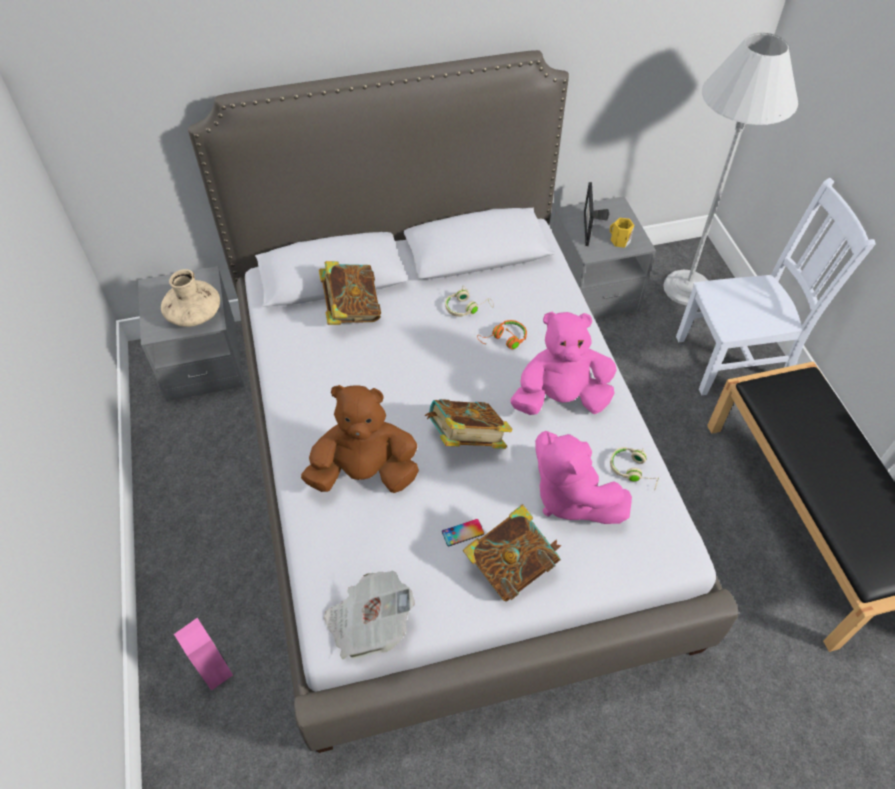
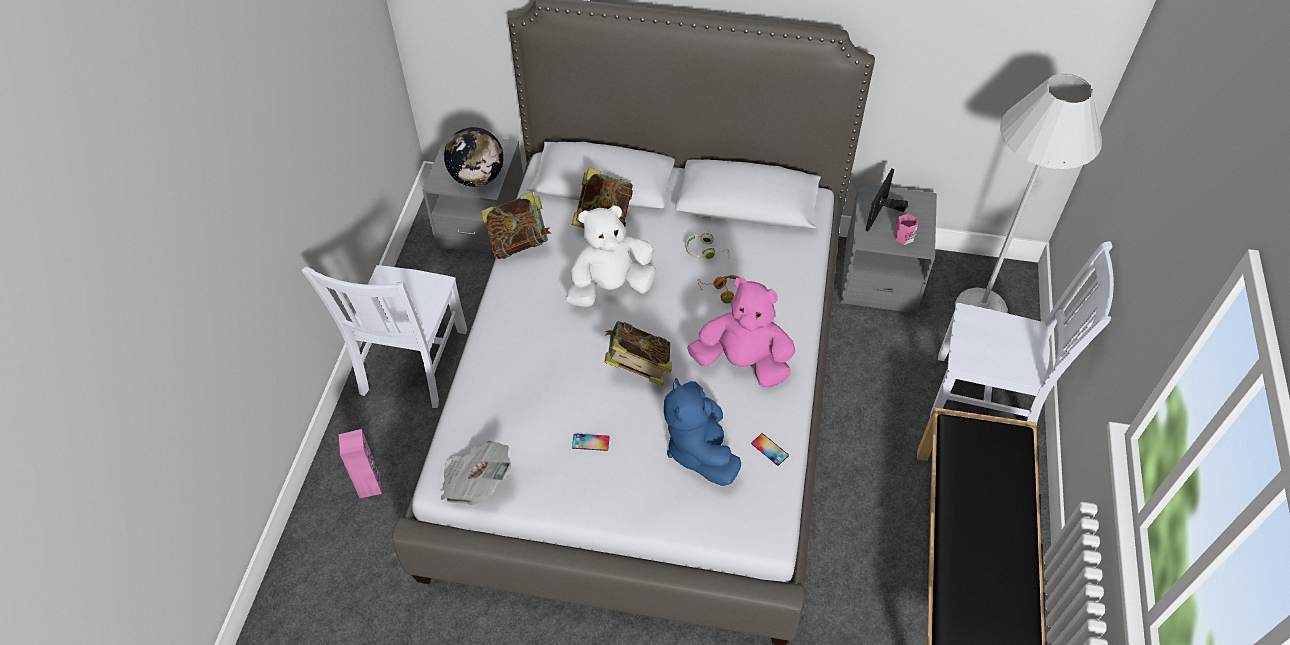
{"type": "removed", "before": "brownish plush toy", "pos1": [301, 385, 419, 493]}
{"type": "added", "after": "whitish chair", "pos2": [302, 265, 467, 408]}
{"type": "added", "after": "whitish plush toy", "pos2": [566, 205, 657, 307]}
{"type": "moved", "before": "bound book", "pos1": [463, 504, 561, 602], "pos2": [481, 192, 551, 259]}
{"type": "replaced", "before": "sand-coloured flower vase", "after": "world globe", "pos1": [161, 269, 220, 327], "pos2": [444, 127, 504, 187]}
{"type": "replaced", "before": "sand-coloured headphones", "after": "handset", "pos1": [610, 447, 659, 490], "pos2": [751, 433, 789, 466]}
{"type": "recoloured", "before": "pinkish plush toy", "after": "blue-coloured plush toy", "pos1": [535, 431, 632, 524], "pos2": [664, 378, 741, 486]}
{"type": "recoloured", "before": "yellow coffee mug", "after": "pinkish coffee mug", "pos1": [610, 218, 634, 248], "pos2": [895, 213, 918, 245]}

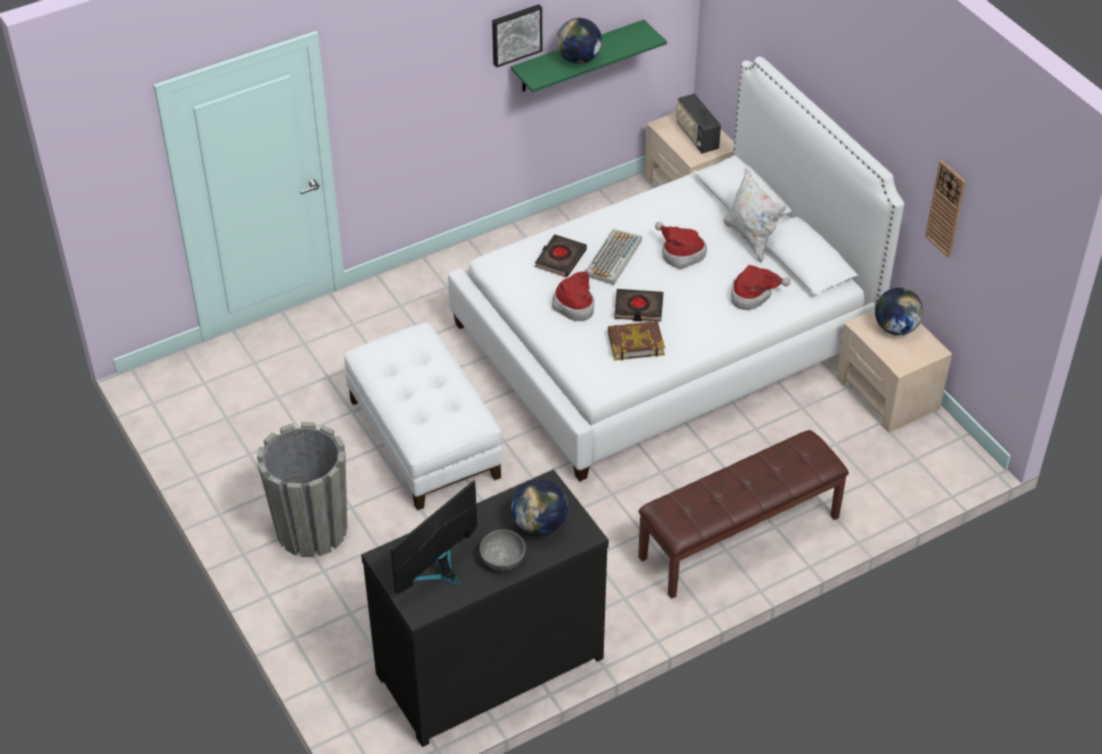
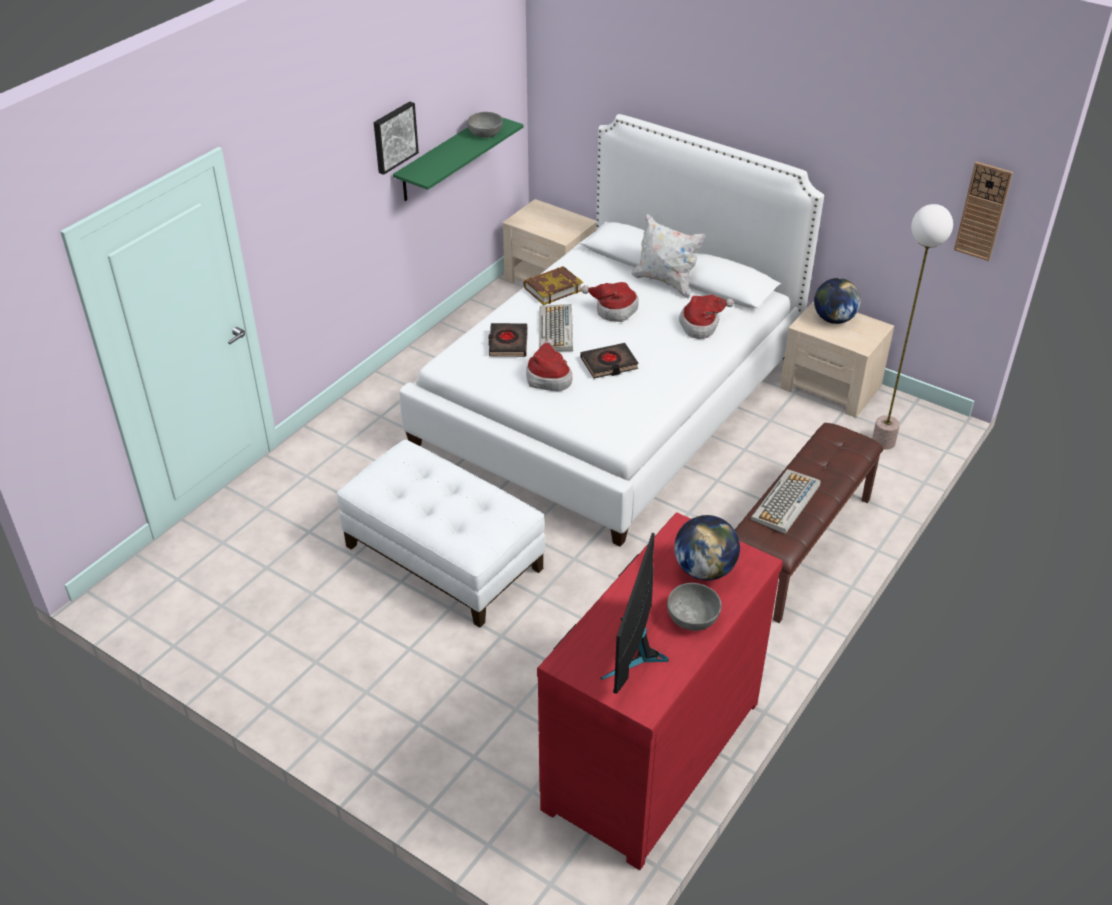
{"type": "removed", "before": "gray flower pot", "pos1": [257, 422, 347, 557]}
{"type": "removed", "before": "world globe", "pos1": [557, 18, 602, 64]}
{"type": "removed", "before": "radio receiver", "pos1": [676, 93, 721, 154]}
{"type": "added", "after": "gray bowl", "pos2": [467, 112, 503, 138]}
{"type": "added", "after": "computer keyboard", "pos2": [751, 469, 821, 534]}
{"type": "added", "after": "standard lamp", "pos2": [872, 204, 953, 450]}
{"type": "moved", "before": "bound book", "pos1": [608, 321, 665, 361], "pos2": [523, 266, 583, 305]}
{"type": "moved", "before": "hanging clock", "pos1": [925, 160, 966, 257], "pos2": [954, 162, 1013, 261]}
{"type": "recoloured", "before": "blackish dresser", "after": "red-coloured dresser", "pos1": [361, 469, 609, 747], "pos2": [537, 513, 783, 870]}

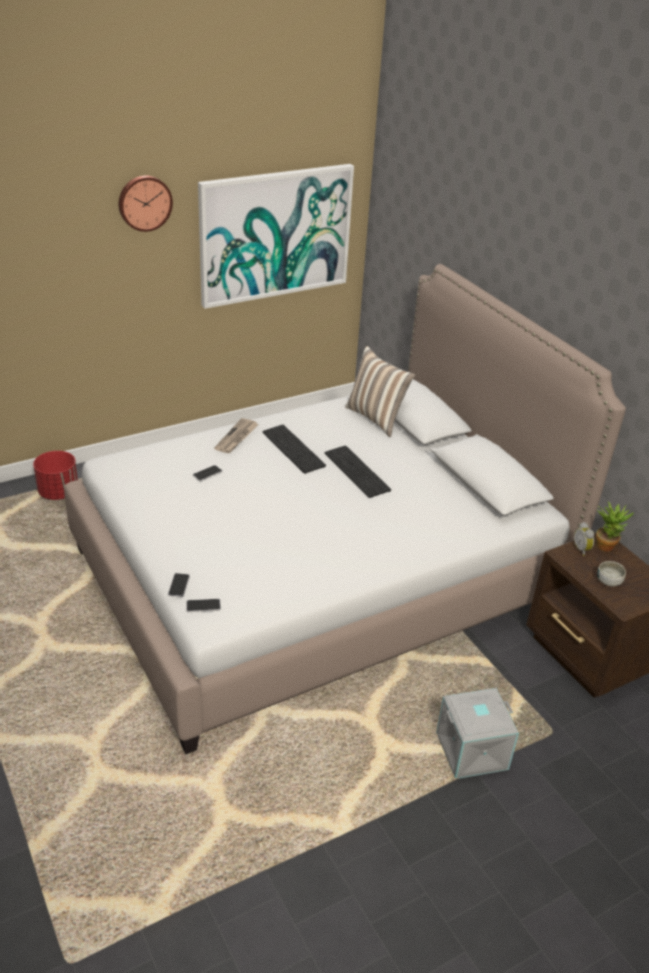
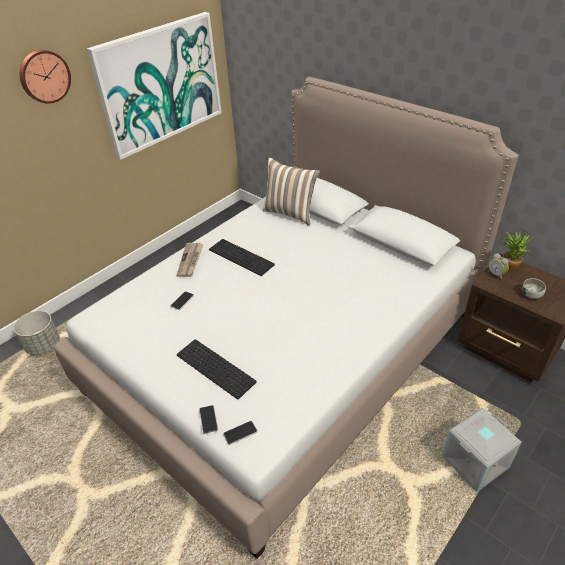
{"type": "moved", "before": "computer keyboard", "pos1": [325, 445, 391, 498], "pos2": [177, 339, 257, 400]}
{"type": "recoloured", "before": "red-coloured flower pot", "after": "gray flower pot", "pos1": [33, 451, 78, 500], "pos2": [14, 311, 60, 355]}

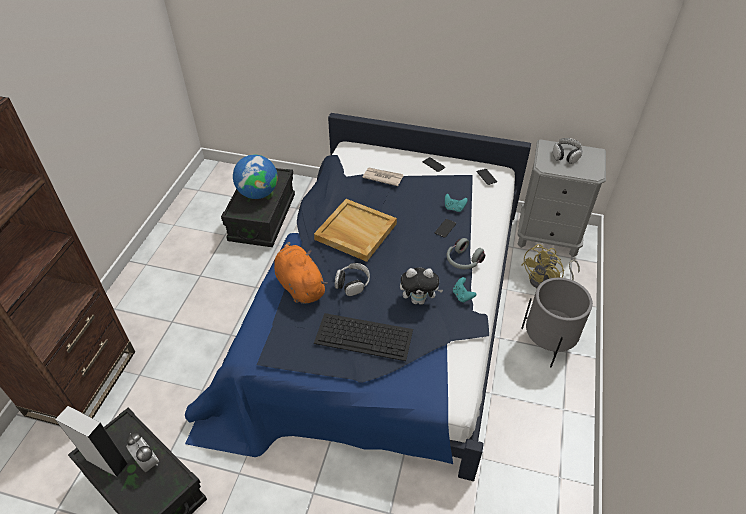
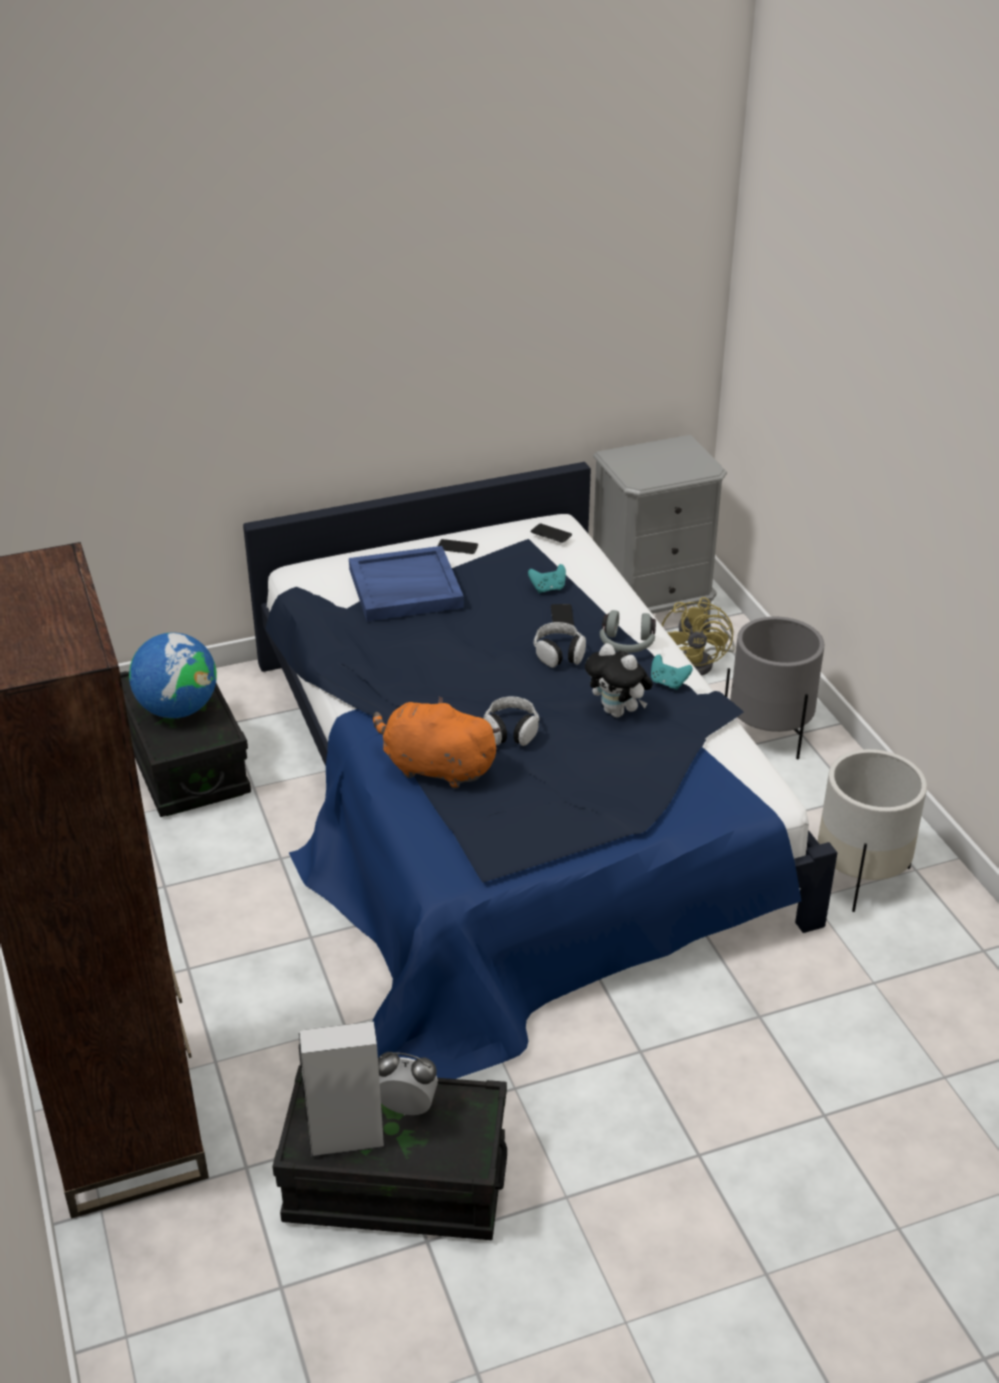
{"type": "removed", "before": "sand-coloured serving tray", "pos1": [314, 199, 397, 262]}
{"type": "removed", "before": "computer keyboard", "pos1": [314, 313, 413, 361]}
{"type": "added", "after": "whitish flower pot", "pos2": [818, 749, 927, 912]}
{"type": "moved", "before": "headphones", "pos1": [553, 138, 583, 164], "pos2": [534, 622, 586, 668]}
{"type": "replaced", "before": "daily paper", "after": "blue-coloured serving tray", "pos1": [362, 167, 404, 186], "pos2": [349, 546, 464, 621]}
{"type": "turned", "before": "plush toy", "pos1": [400, 268, 443, 305], "pos2": [585, 643, 653, 718], "turn": 75}

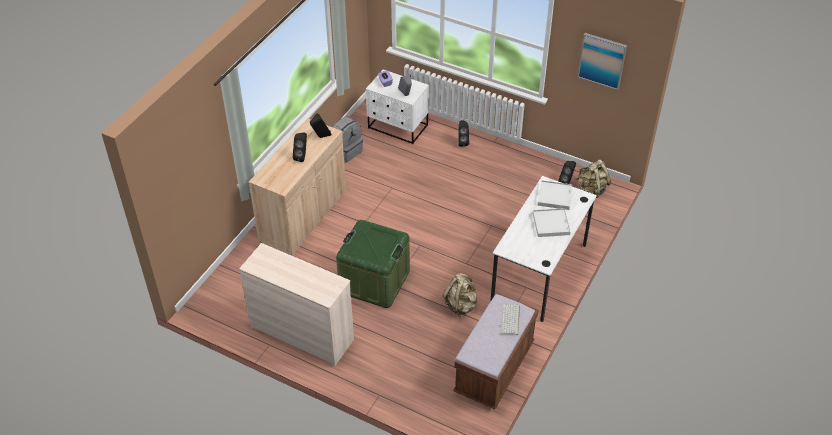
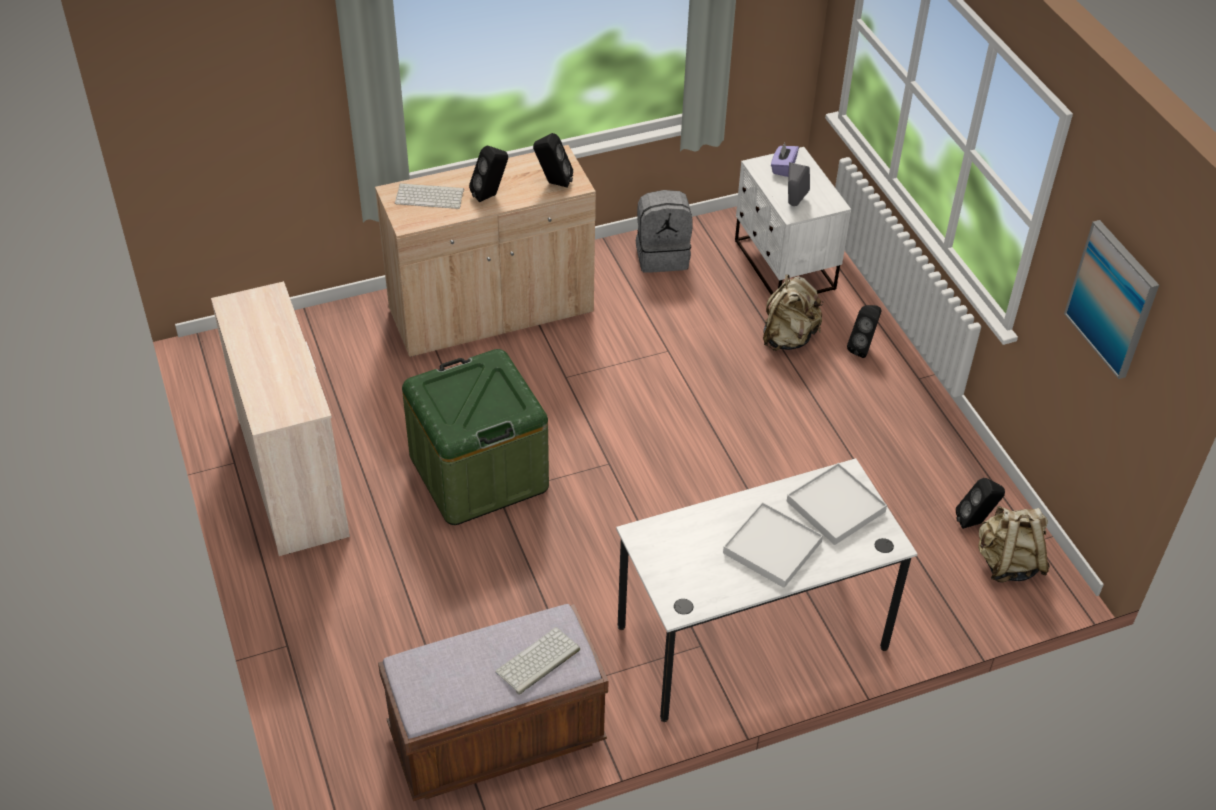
{"type": "added", "after": "computer keyboard", "pos2": [395, 183, 464, 209]}
{"type": "moved", "before": "sand-coloured backpack", "pos1": [443, 273, 477, 317], "pos2": [763, 275, 823, 351]}

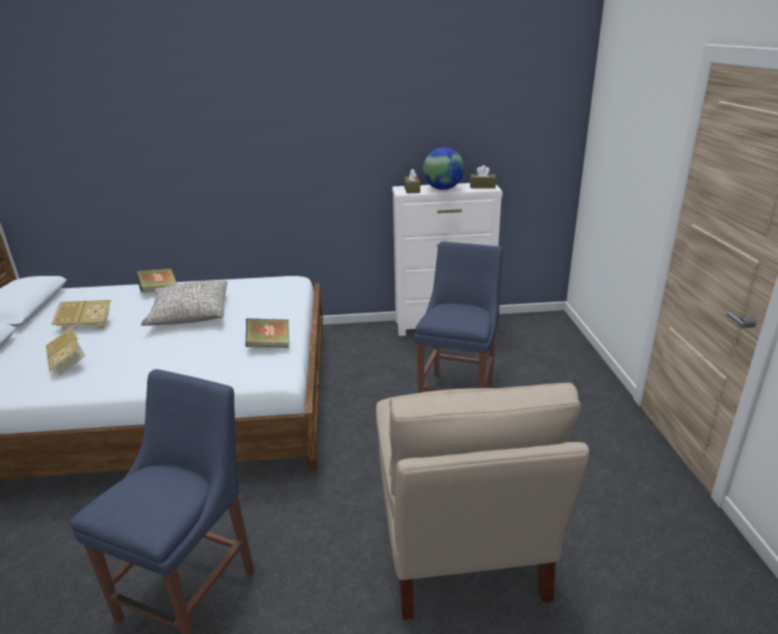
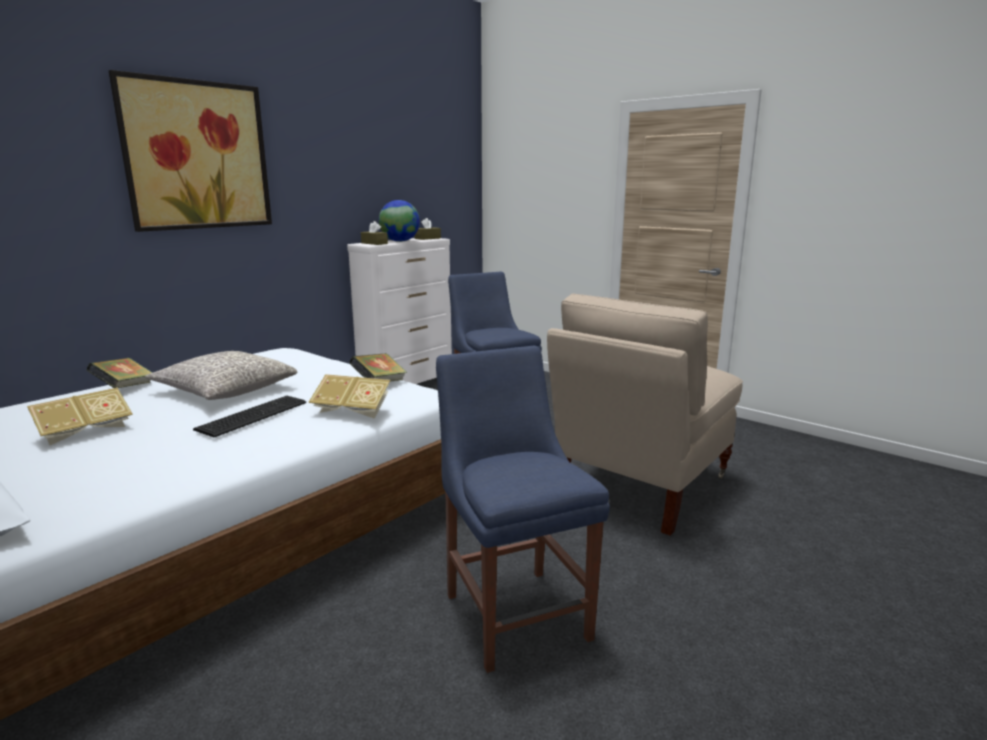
{"type": "added", "after": "picture", "pos2": [109, 70, 272, 232]}
{"type": "added", "after": "computer keyboard", "pos2": [193, 396, 306, 437]}
{"type": "moved", "before": "bound book", "pos1": [46, 326, 86, 376], "pos2": [308, 374, 391, 419]}
{"type": "turned", "before": "sand-coloured chair", "pos1": [376, 383, 589, 620], "pos2": [547, 293, 743, 536], "turn": 90}

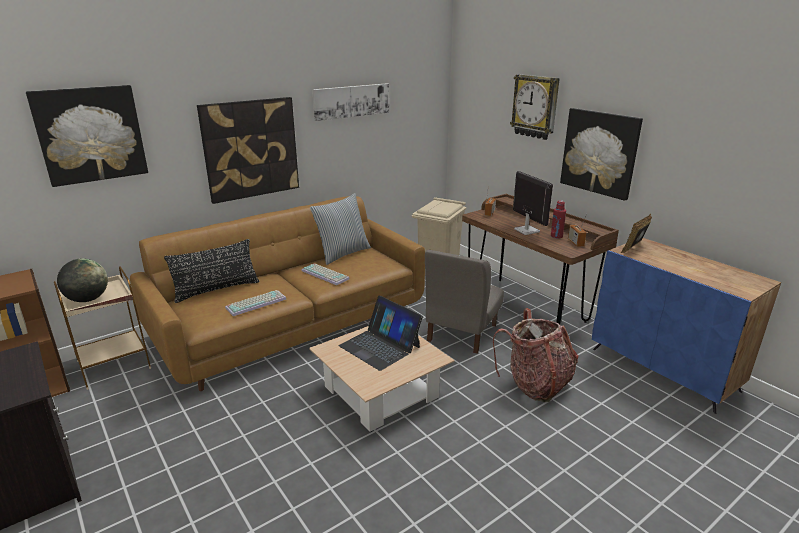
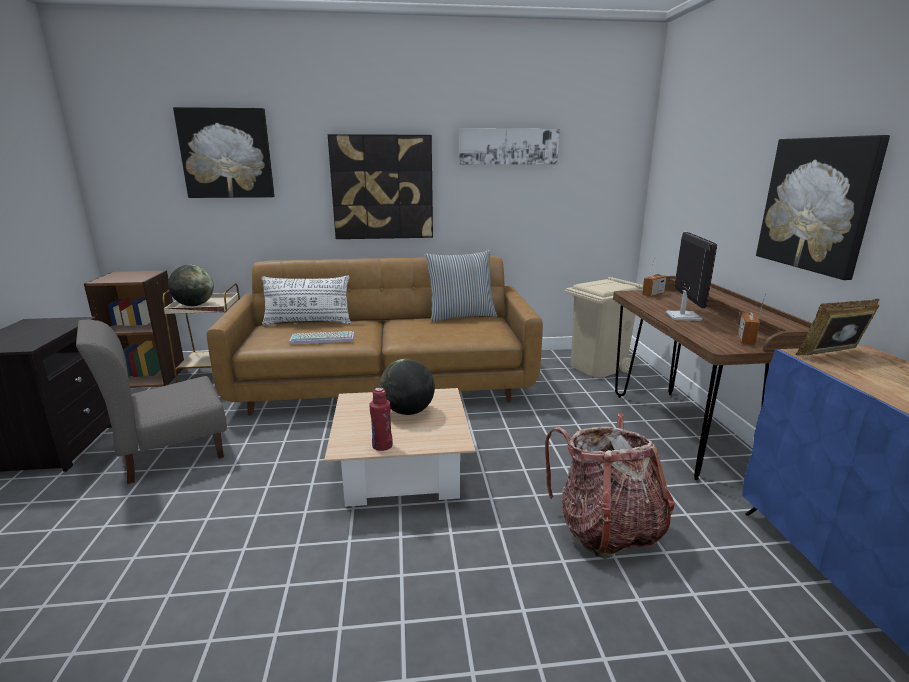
{"type": "removed", "before": "computer keyboard", "pos1": [301, 263, 350, 285]}
{"type": "removed", "before": "hanging clock", "pos1": [510, 74, 560, 140]}
{"type": "moved", "before": "gray chair", "pos1": [425, 250, 504, 354], "pos2": [76, 320, 227, 484]}
{"type": "moved", "before": "red-coloured beverage bottle", "pos1": [551, 200, 566, 239], "pos2": [369, 387, 393, 451]}
{"type": "replaced", "before": "laptop", "after": "world globe", "pos1": [338, 296, 423, 371], "pos2": [380, 359, 435, 415]}
{"type": "recoloured", "before": "blackish throw pillow", "after": "whitish throw pillow", "pos1": [164, 239, 259, 303], "pos2": [262, 276, 351, 325]}

